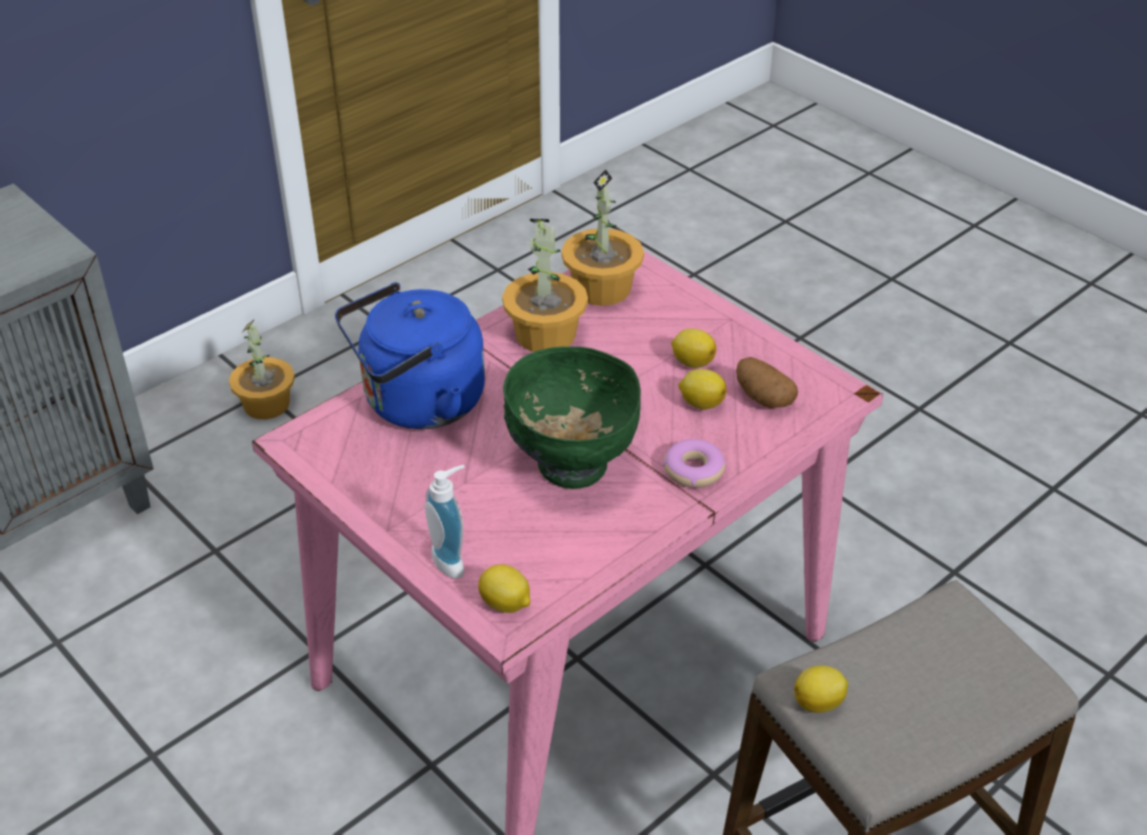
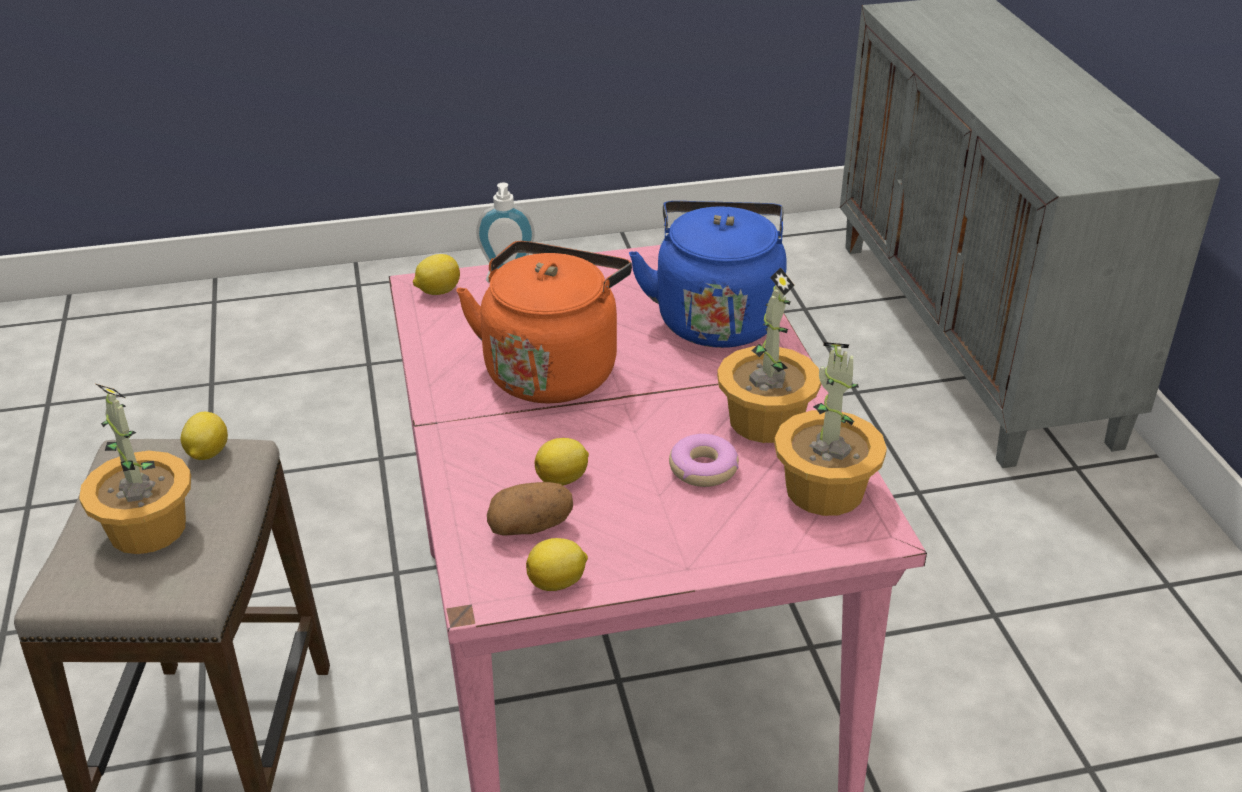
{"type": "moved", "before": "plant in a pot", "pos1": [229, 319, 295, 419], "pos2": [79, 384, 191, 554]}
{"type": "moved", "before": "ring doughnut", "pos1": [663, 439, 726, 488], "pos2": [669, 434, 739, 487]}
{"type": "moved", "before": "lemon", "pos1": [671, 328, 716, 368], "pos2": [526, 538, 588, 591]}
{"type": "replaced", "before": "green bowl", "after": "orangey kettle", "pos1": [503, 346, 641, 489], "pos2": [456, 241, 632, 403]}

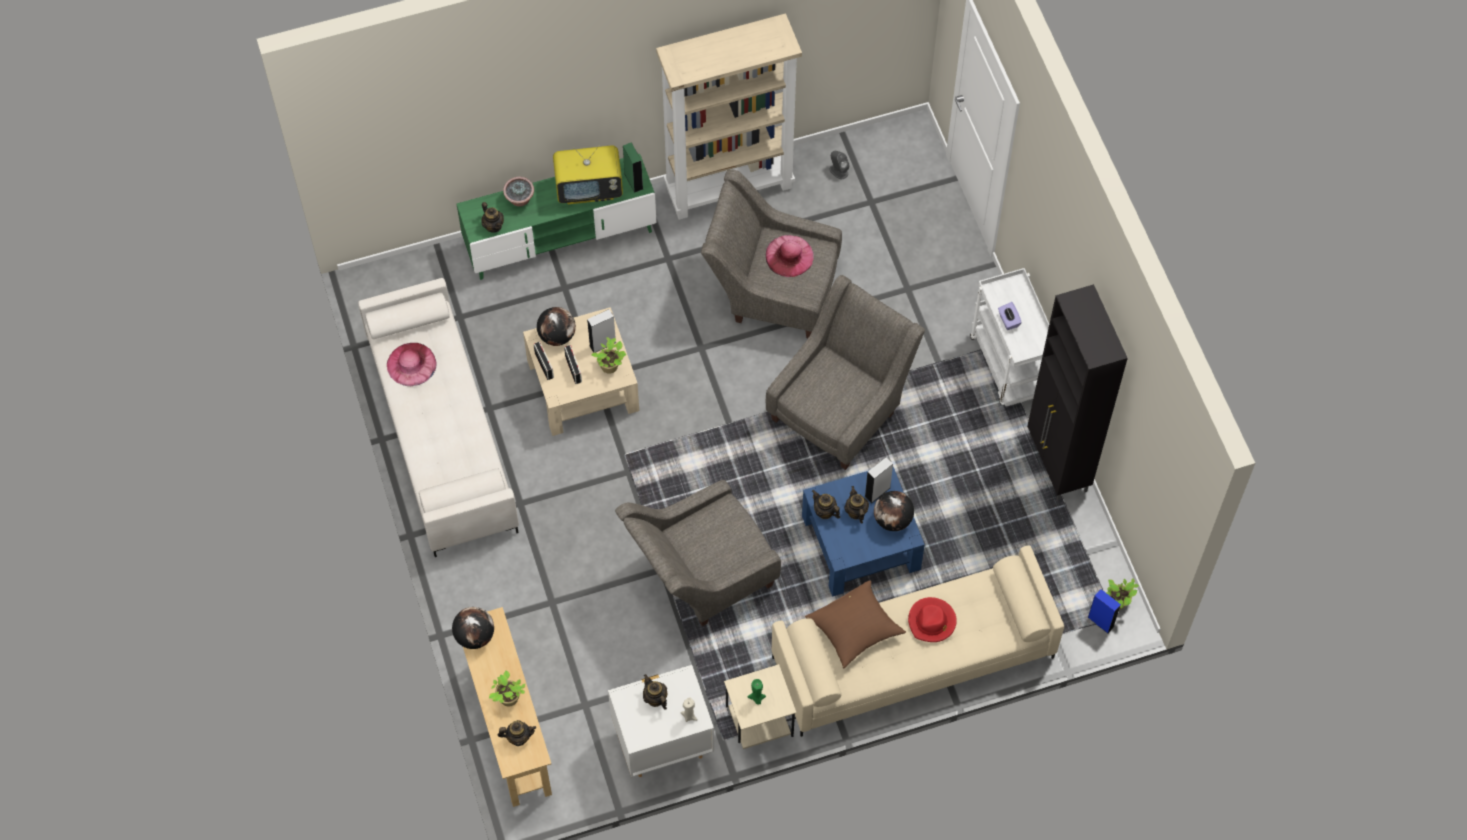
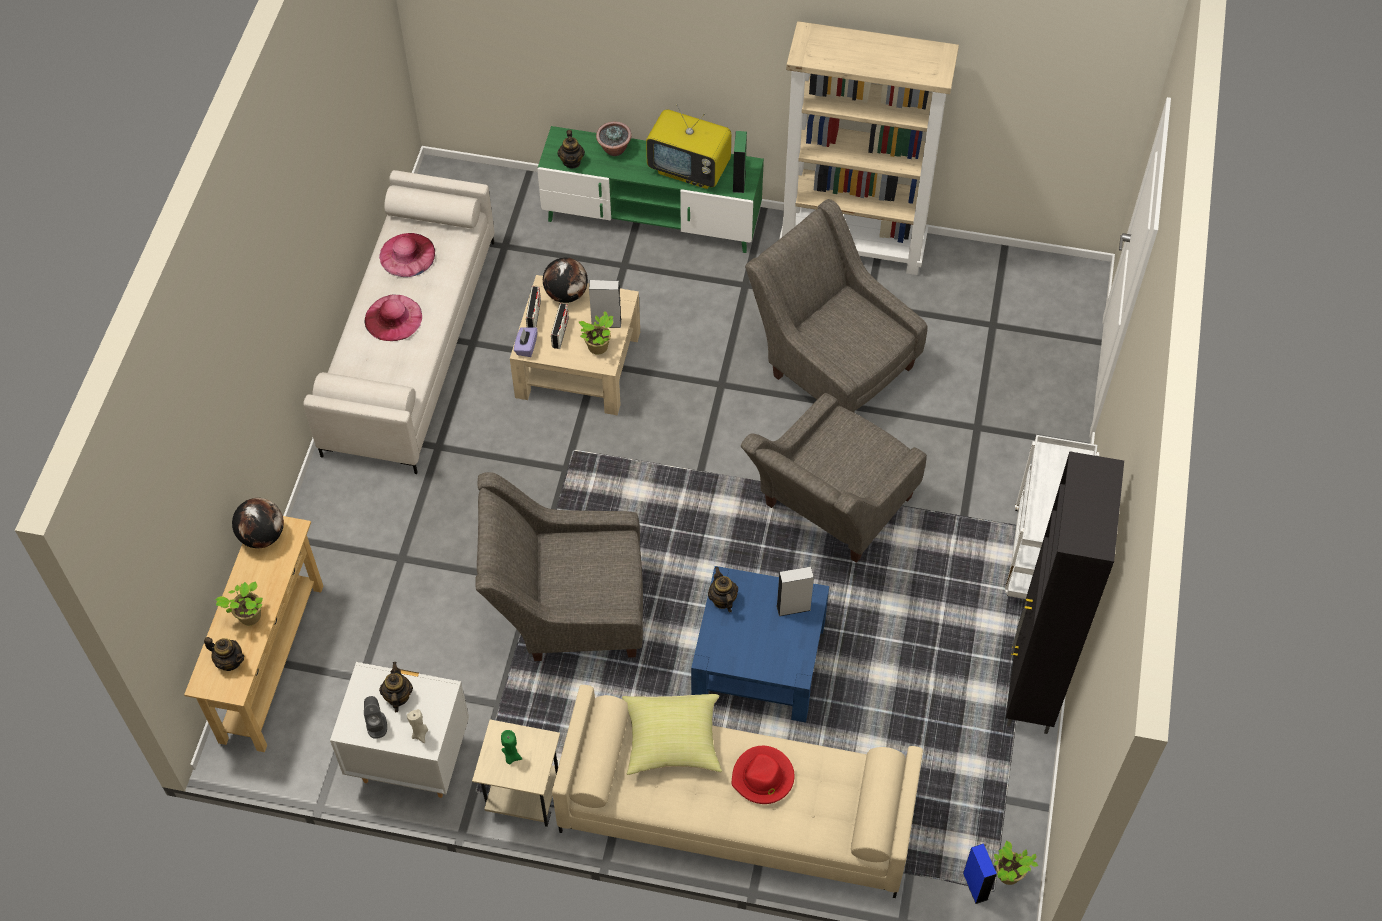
{"type": "removed", "before": "teapot", "pos1": [845, 486, 869, 523]}
{"type": "removed", "before": "world globe", "pos1": [874, 491, 914, 531]}
{"type": "moved", "before": "pinkish hat", "pos1": [766, 235, 814, 277], "pos2": [364, 294, 422, 341]}
{"type": "moved", "before": "gray speaker", "pos1": [830, 151, 850, 179], "pos2": [364, 696, 387, 739]}
{"type": "moved", "before": "purple-coloured tissue holder", "pos1": [998, 302, 1022, 330], "pos2": [514, 327, 538, 357]}
{"type": "recoloured", "before": "brownish throw pillow", "after": "yellow throw pillow", "pos1": [805, 581, 906, 668], "pos2": [622, 694, 722, 775]}
{"type": "turned", "before": "gray armchair", "pos1": [766, 275, 925, 470], "pos2": [741, 393, 927, 563], "turn": 150}

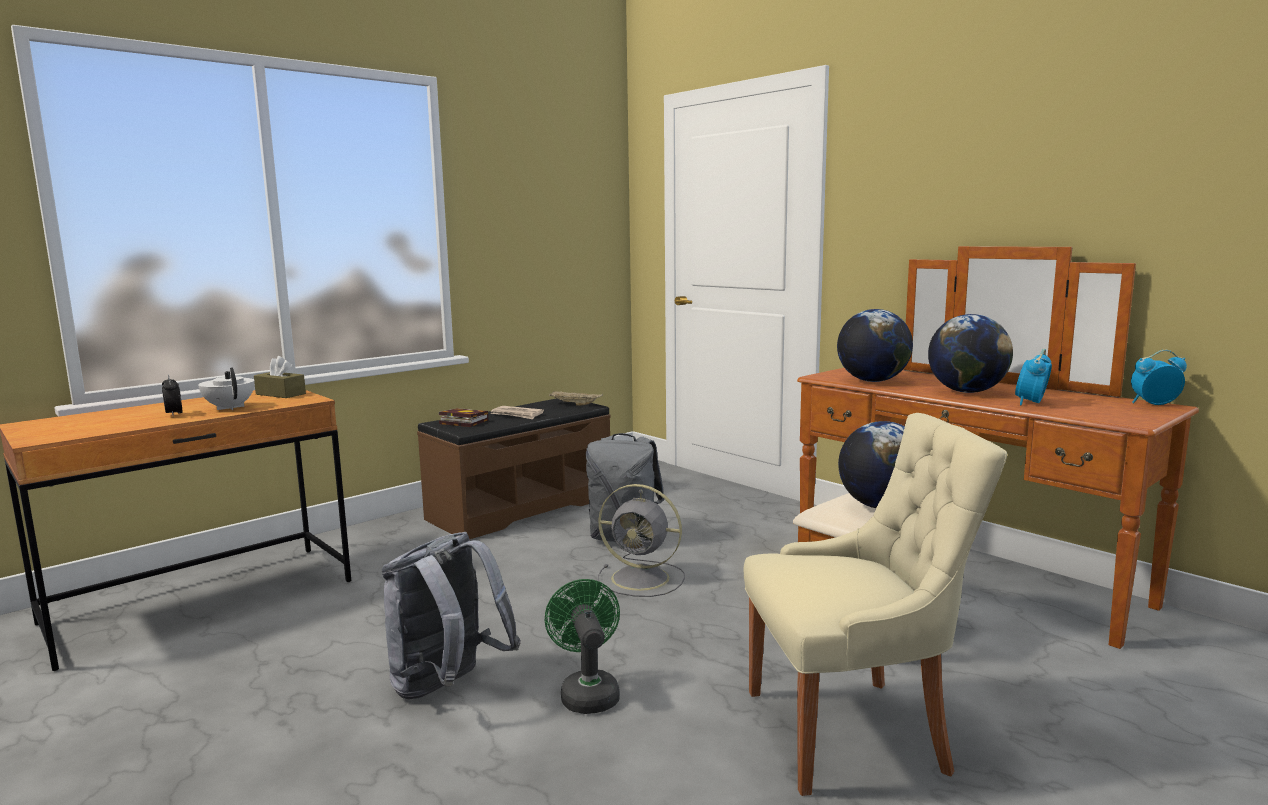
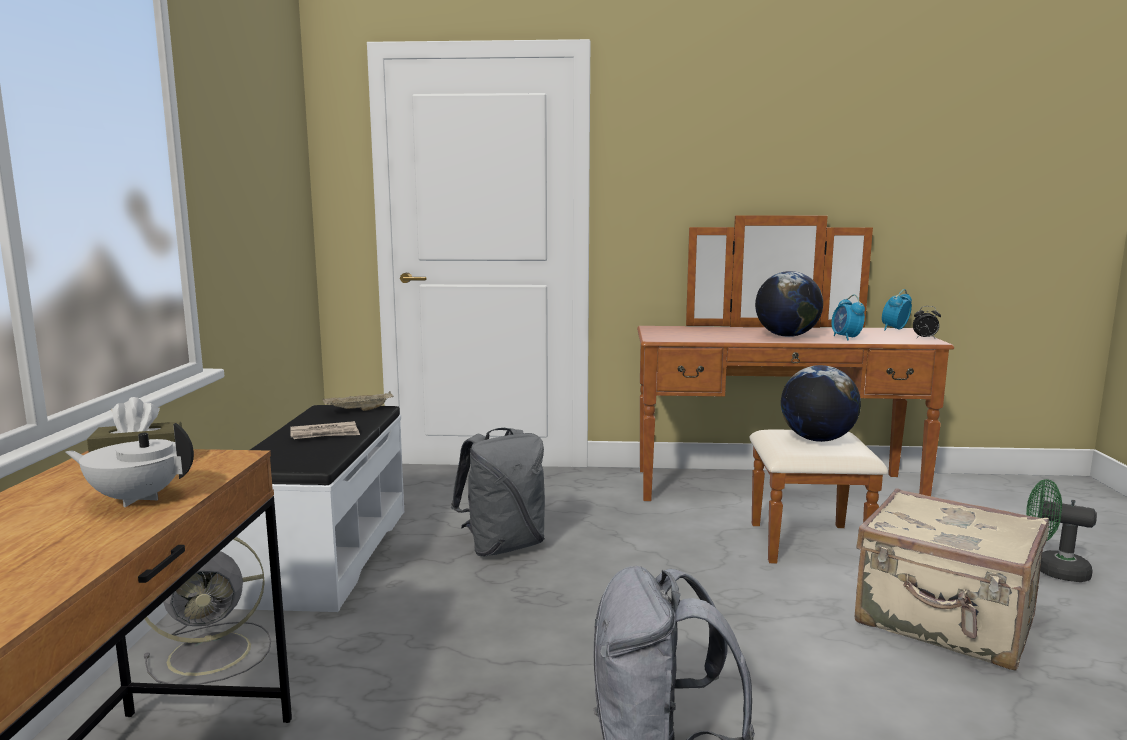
{"type": "removed", "before": "bound book", "pos1": [439, 408, 488, 427]}
{"type": "removed", "before": "world globe", "pos1": [837, 309, 913, 382]}
{"type": "moved", "before": "bedside clock", "pos1": [162, 374, 182, 417], "pos2": [913, 306, 941, 338]}
{"type": "moved", "before": "green fan", "pos1": [545, 579, 620, 714], "pos2": [1026, 479, 1097, 582]}
{"type": "moved", "before": "gray fan", "pos1": [598, 484, 685, 597], "pos2": [144, 537, 271, 685]}
{"type": "replaced", "before": "sand-coloured chair", "after": "sand-coloured travel case", "pos1": [743, 413, 1007, 796], "pos2": [855, 488, 1049, 671]}
{"type": "recoloured", "before": "brownish long seat", "after": "whitish long seat", "pos1": [417, 398, 611, 539], "pos2": [221, 405, 404, 612]}

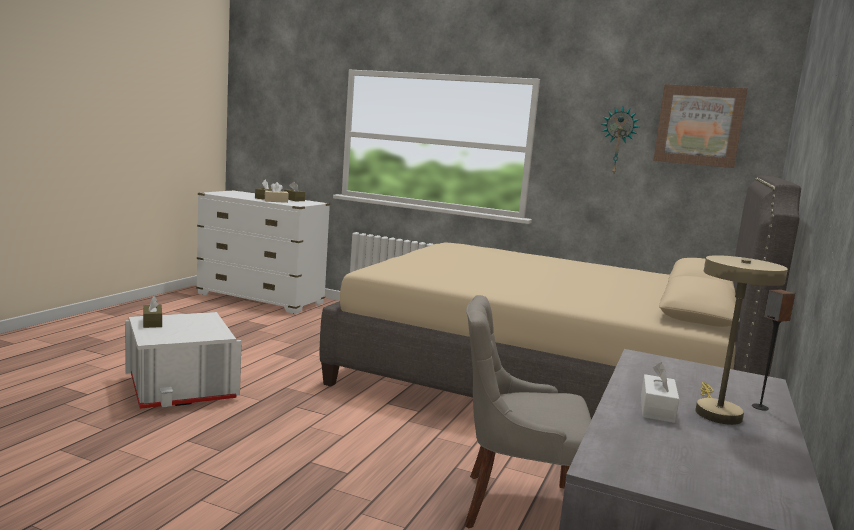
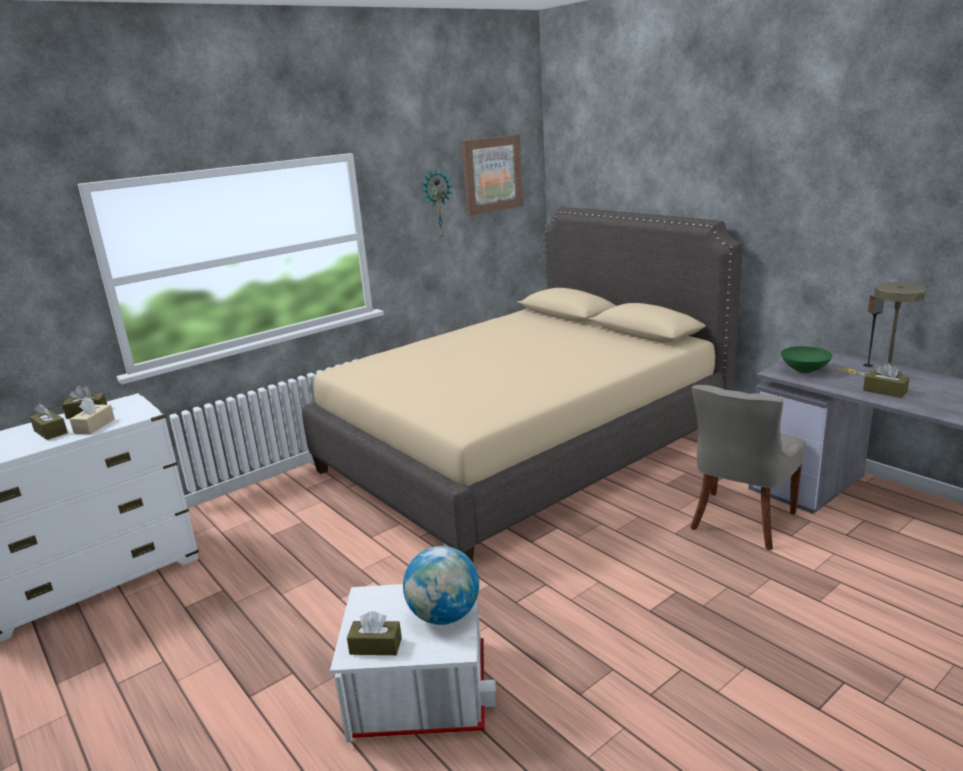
{"type": "added", "after": "world globe", "pos2": [403, 546, 479, 625]}
{"type": "added", "after": "green bowl", "pos2": [781, 346, 832, 373]}
{"type": "recoloured", "before": "whitish tissue holder", "after": "brownish tissue holder", "pos1": [641, 362, 679, 423], "pos2": [863, 363, 910, 398]}

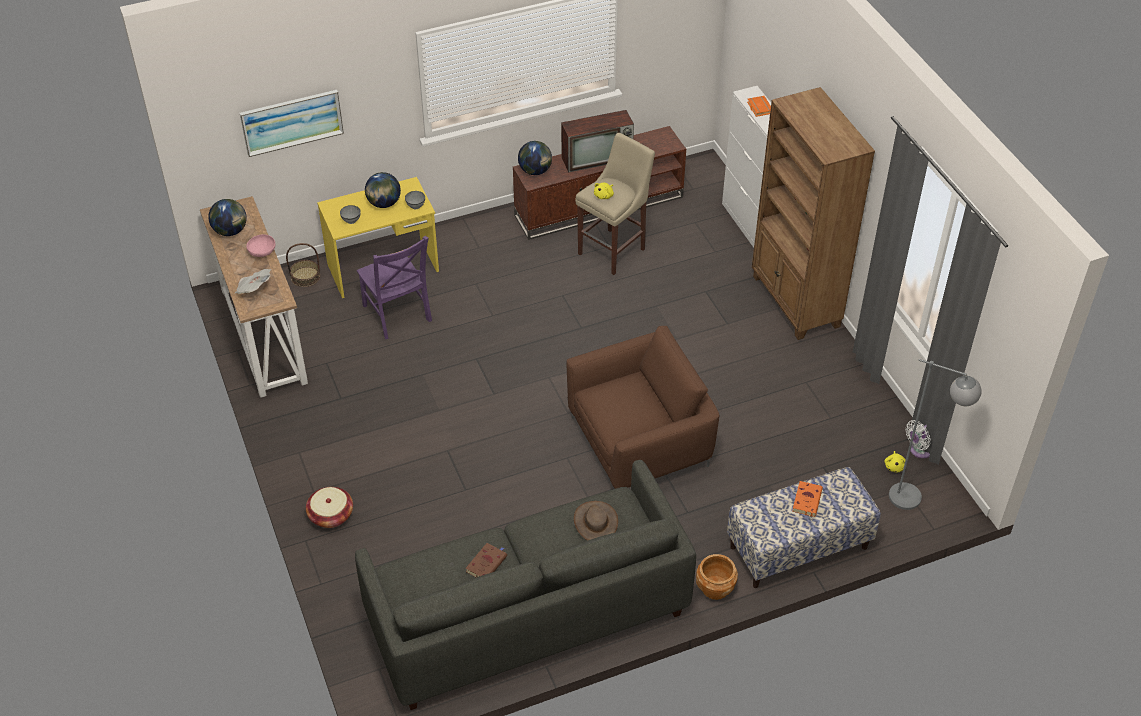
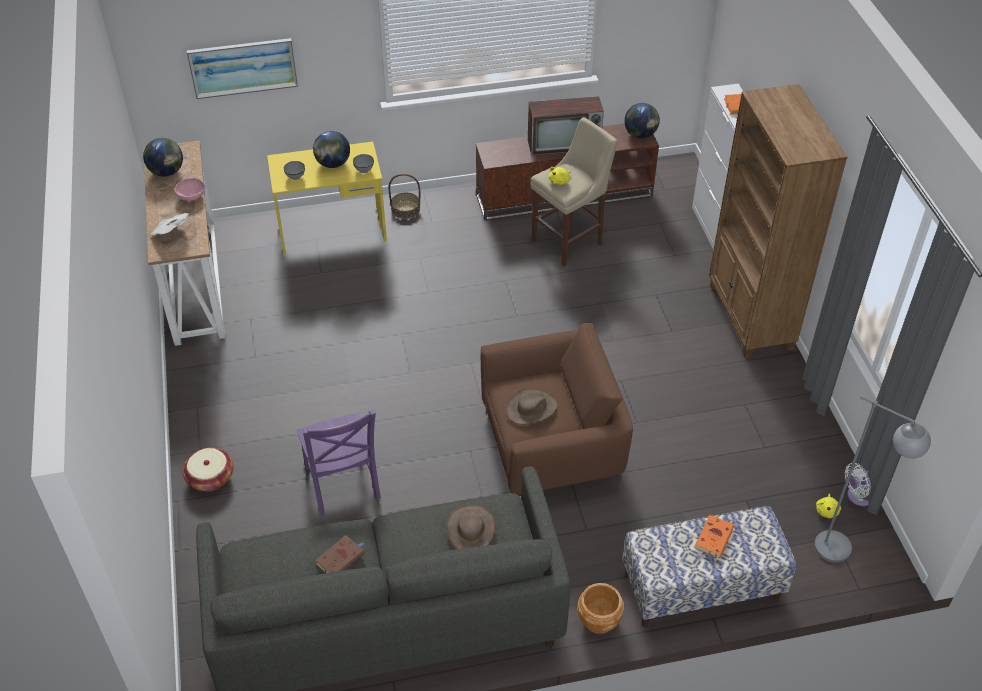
{"type": "added", "after": "brownish hat", "pos2": [506, 388, 558, 425]}
{"type": "moved", "before": "household basket", "pos1": [286, 243, 320, 287], "pos2": [388, 174, 420, 219]}
{"type": "moved", "before": "purple-coloured chair", "pos1": [357, 236, 432, 339], "pos2": [297, 409, 381, 516]}
{"type": "moved", "before": "world globe", "pos1": [518, 141, 552, 175], "pos2": [624, 103, 660, 138]}

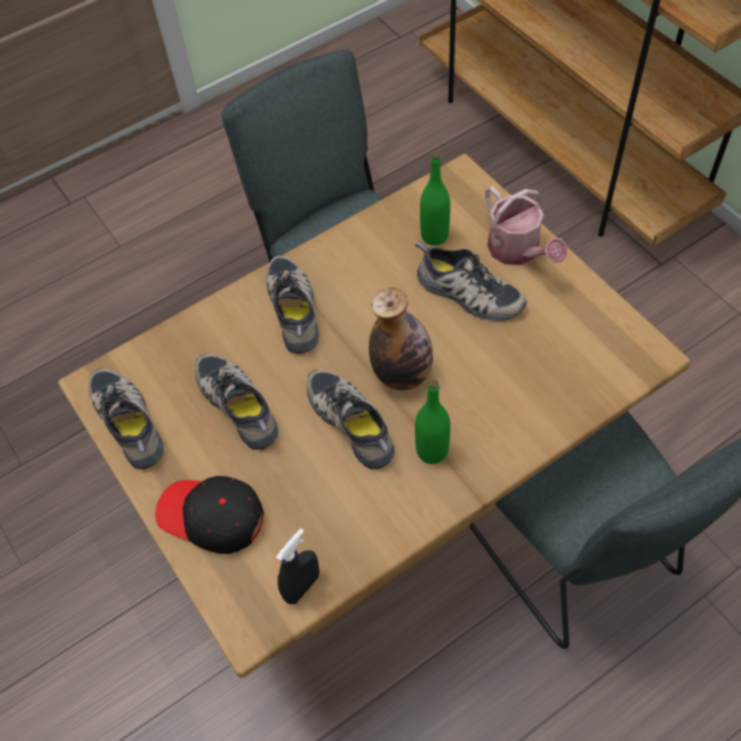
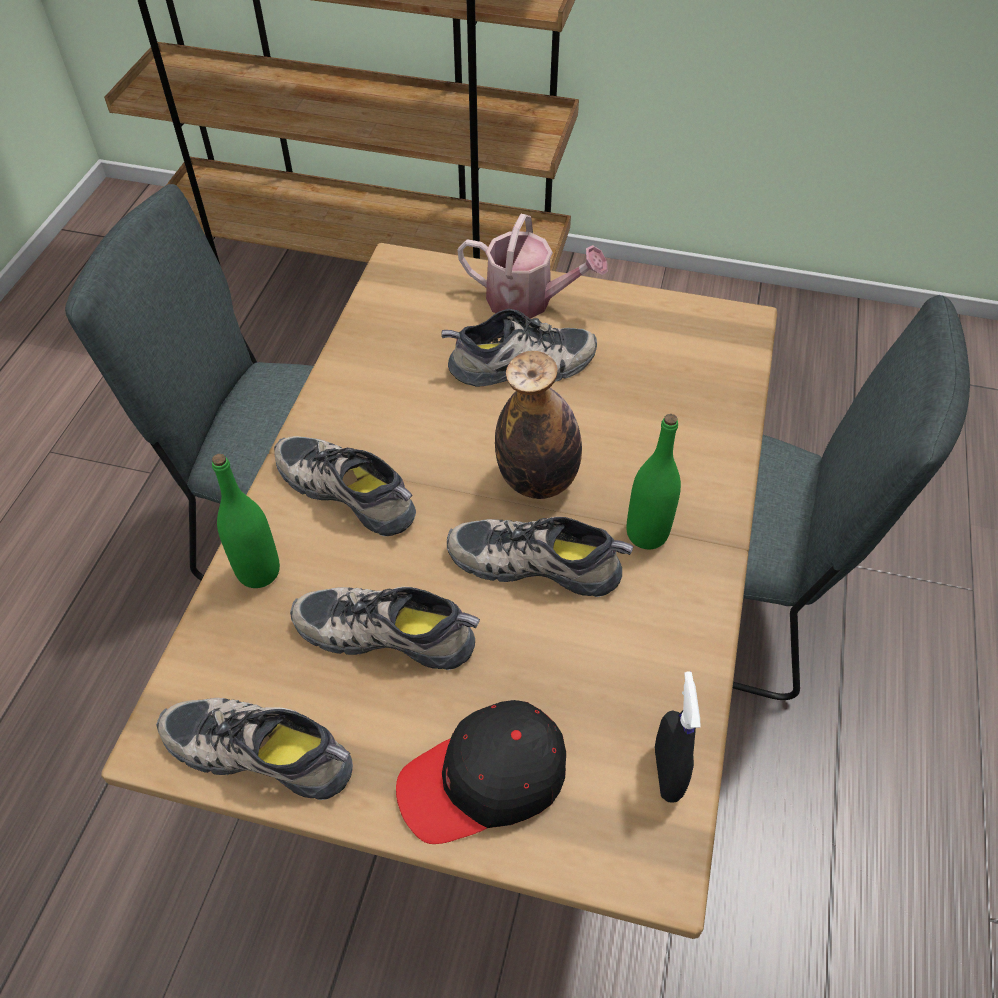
{"type": "moved", "before": "green beverage bottle", "pos1": [420, 153, 450, 246], "pos2": [212, 454, 280, 588]}

